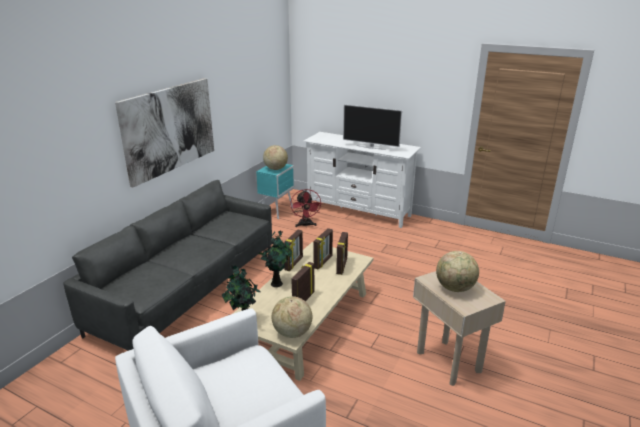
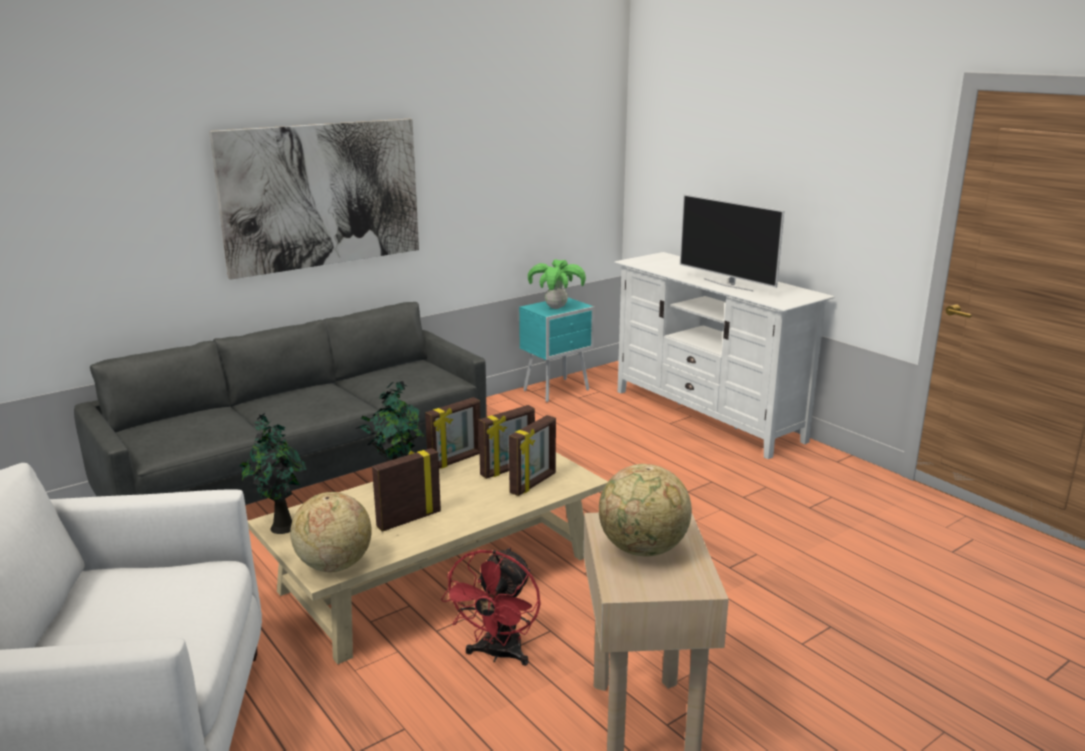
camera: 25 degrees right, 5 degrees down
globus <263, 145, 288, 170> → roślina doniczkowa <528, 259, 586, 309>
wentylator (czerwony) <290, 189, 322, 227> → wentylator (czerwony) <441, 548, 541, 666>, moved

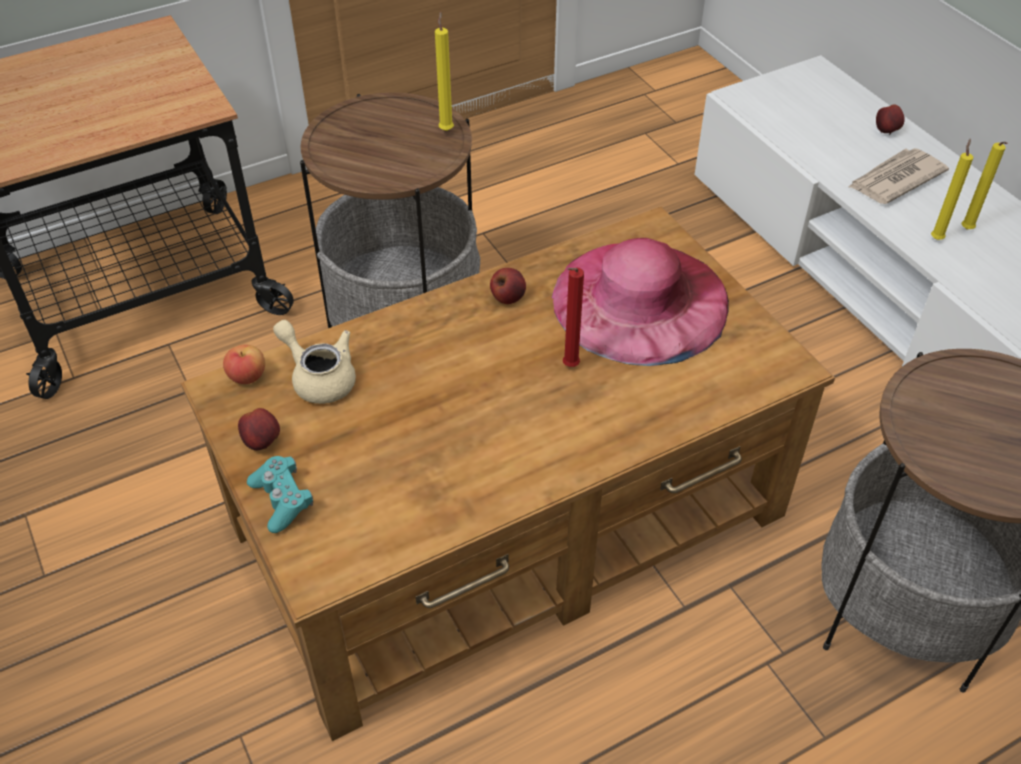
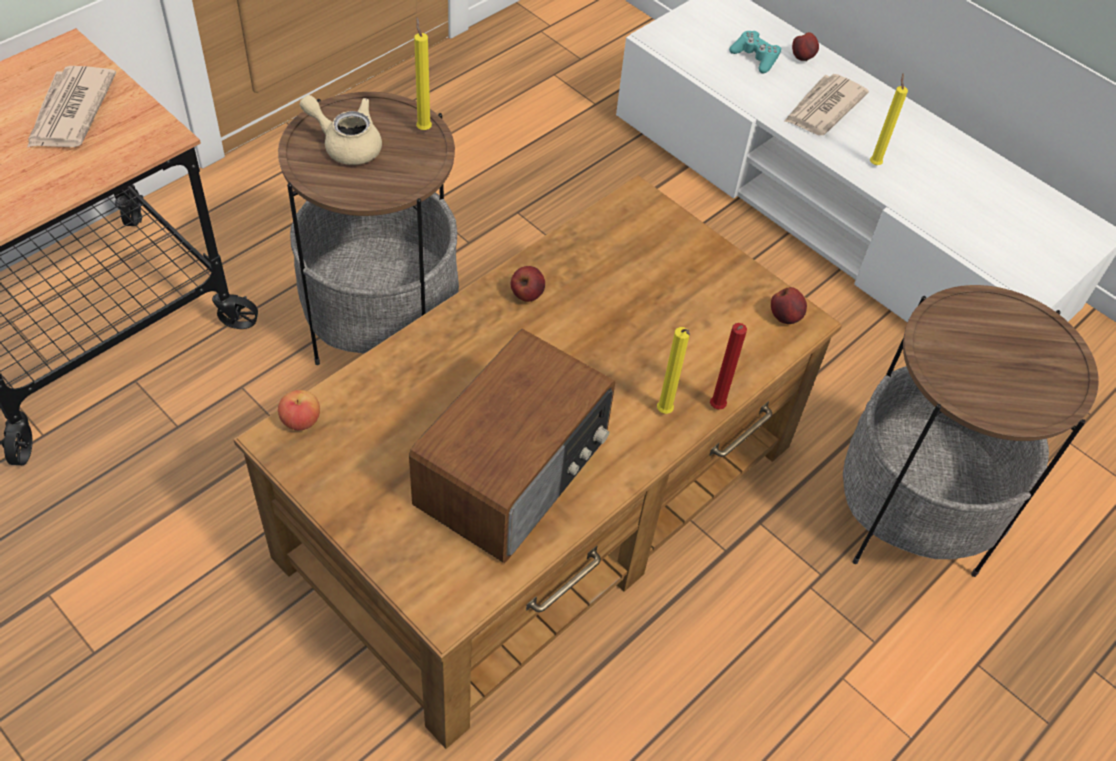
camera: 20 degrees left, 5 degrees up
jabłko <238, 408, 280, 450> → jabłko <771, 287, 807, 324>, moved
pad do gier (turkusowy) <247, 456, 313, 533> → pad do gier (turkusowy) <729, 31, 782, 73>, moved
imbryk (beżowy) <273, 320, 356, 404> → imbryk (beżowy) <300, 95, 382, 165>, moved
kapelusz (różowy) <552, 238, 729, 366> → -
świeca (czerwony) <563, 268, 584, 367> → świeca (czerwony) <710, 323, 747, 410>, moved
świeca (żółty) <962, 142, 1007, 229> → świeca (żółty) <657, 327, 690, 414>, moved
- → gazeta <27, 66, 116, 148>
- → radio <409, 329, 615, 563>

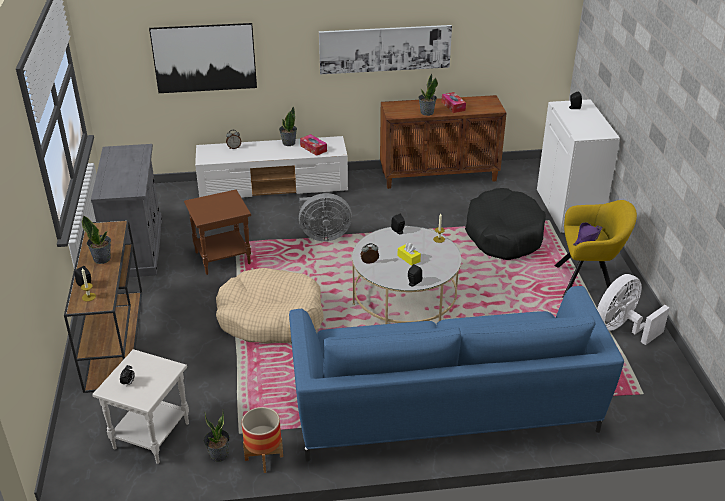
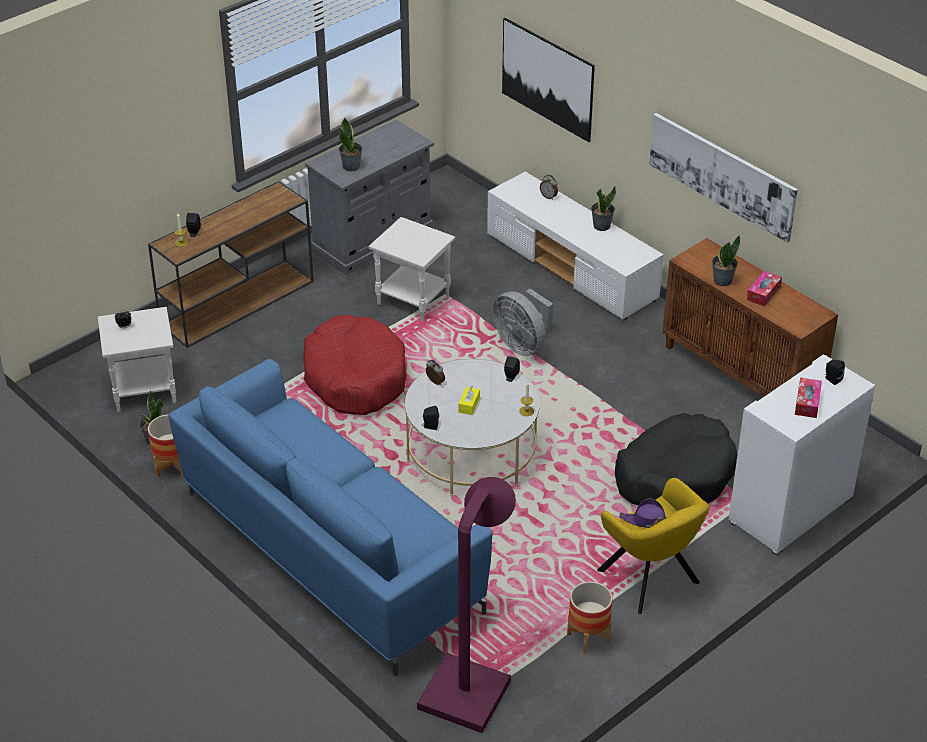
camera: 55 degrees right, 5 degrees up
roślina doniczkowa <82, 215, 111, 264> → roślina doniczkowa <339, 117, 363, 171>, moved
stolik (brązowy) <184, 190, 251, 275> → stolik (biały) <369, 217, 455, 322>
legowisko (beżowy) <216, 268, 323, 343> → legowisko (czerwony) <303, 315, 406, 415>
pudełko chusteczek <300, 134, 327, 156> → pudełko chusteczek <795, 378, 822, 418>, moved
wentylator (biały) <597, 274, 670, 345> → donica <567, 582, 613, 654>
- → lampa stojąca (fioletowy) <417, 477, 516, 733>

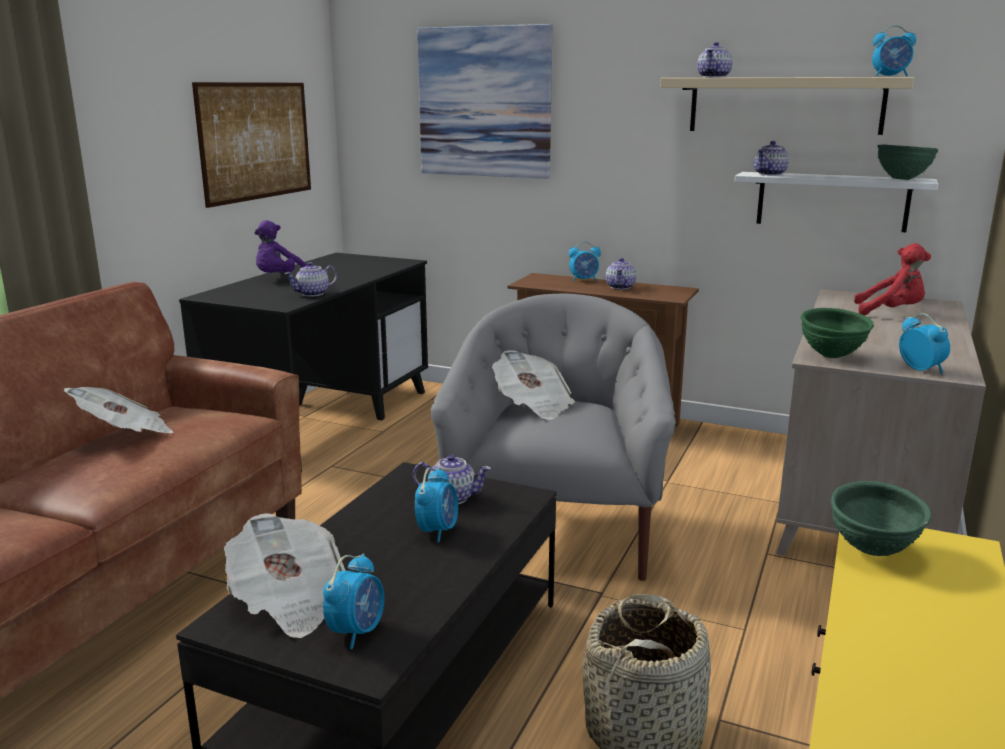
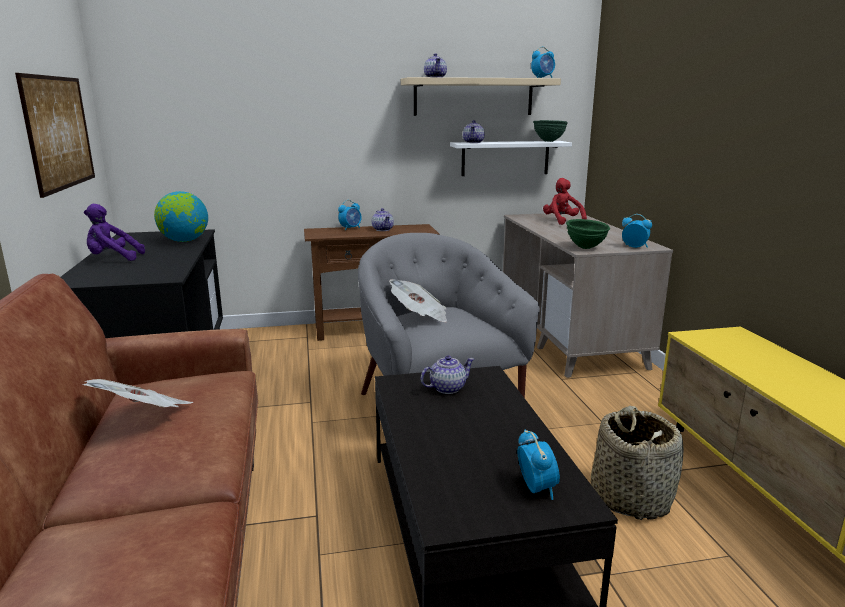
camera: 35 degrees left, 0 degrees up
gazeta <224, 513, 346, 638> → -
pluszak (fioletowy) <254, 220, 308, 273> → pluszak (fioletowy) <84, 204, 145, 261>, 90 degrees clockwise
imbryk <285, 262, 337, 297> → -
budzik <415, 468, 458, 542> → -
obraz <417, 24, 552, 179> → -
miska (zielony) <831, 481, 931, 556> → -
pluszak (czerwony) <854, 243, 931, 316> → pluszak (czerwony) <543, 178, 587, 225>, 90 degrees counterclockwise
- → globus <154, 191, 208, 242>

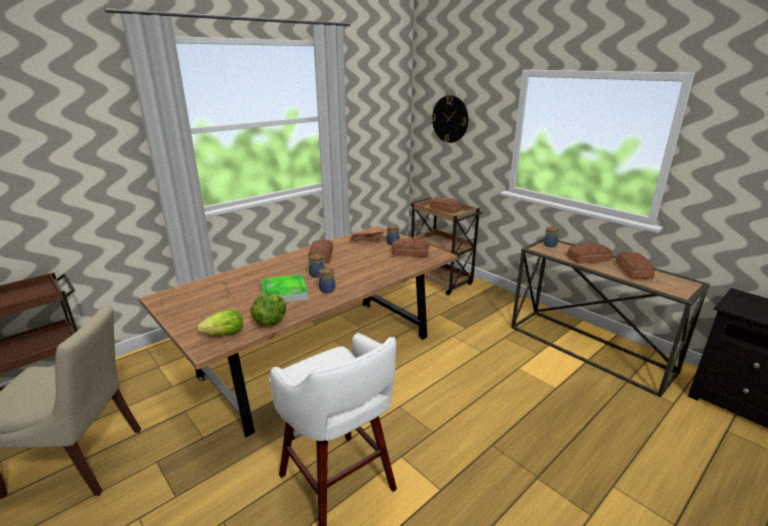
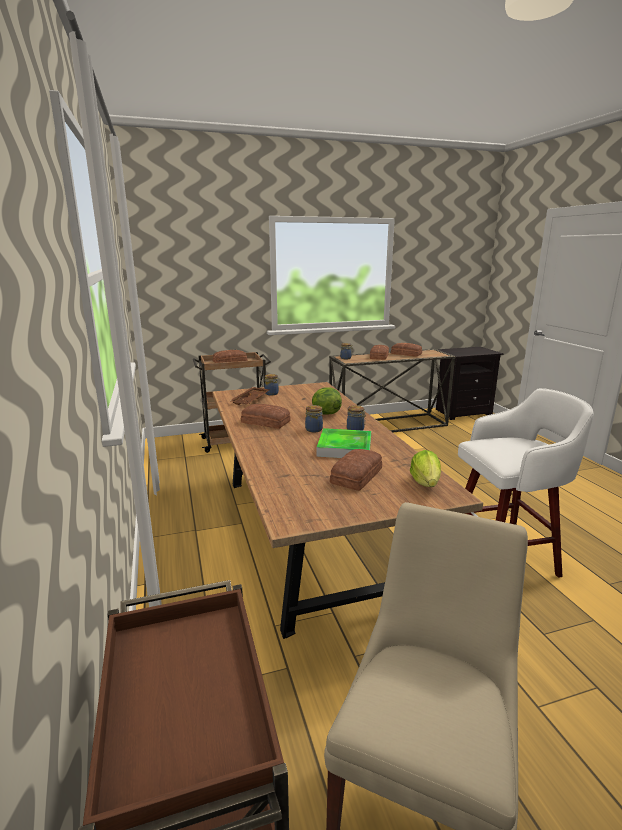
camera: 65 degrees left, 5 degrees down
sałata <251, 293, 286, 326> → sałata <312, 387, 342, 415>, moved
chleb <392, 238, 429, 257> → chleb <330, 449, 382, 491>, moved
zegar ścienny <431, 95, 468, 143> → -

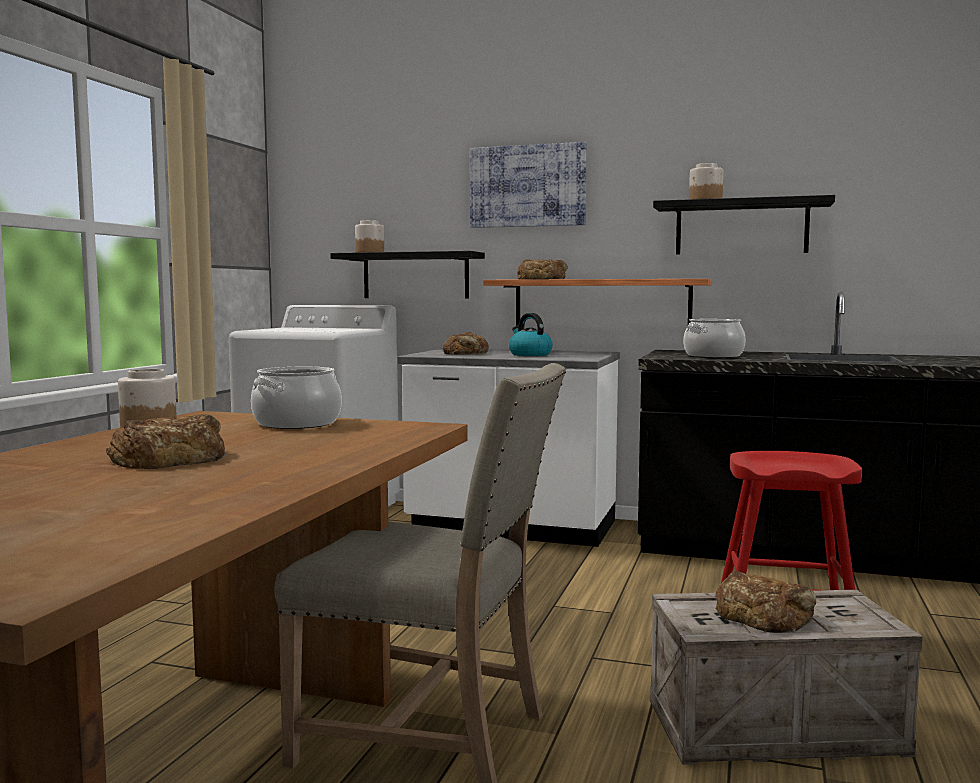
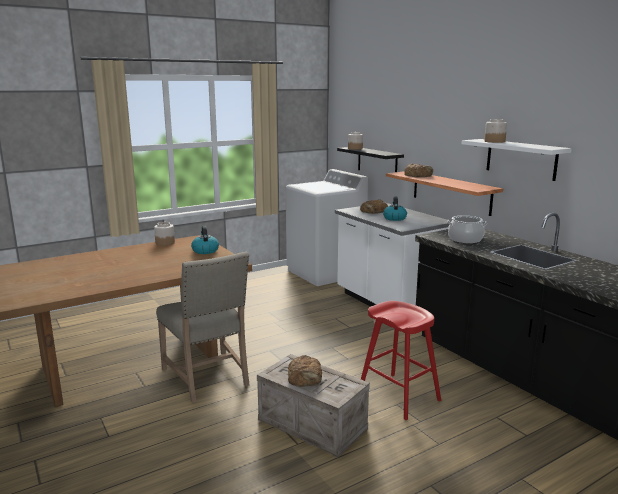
camera: 40 degrees right, 10 degrees up
chleb <106, 414, 225, 469> → -
garnek <251, 367, 342, 429> → czajnik <191, 226, 219, 254>
obraz <470, 142, 587, 228> → -
półka (czarny) <653, 195, 835, 254> → półka (biały) <461, 139, 572, 181>

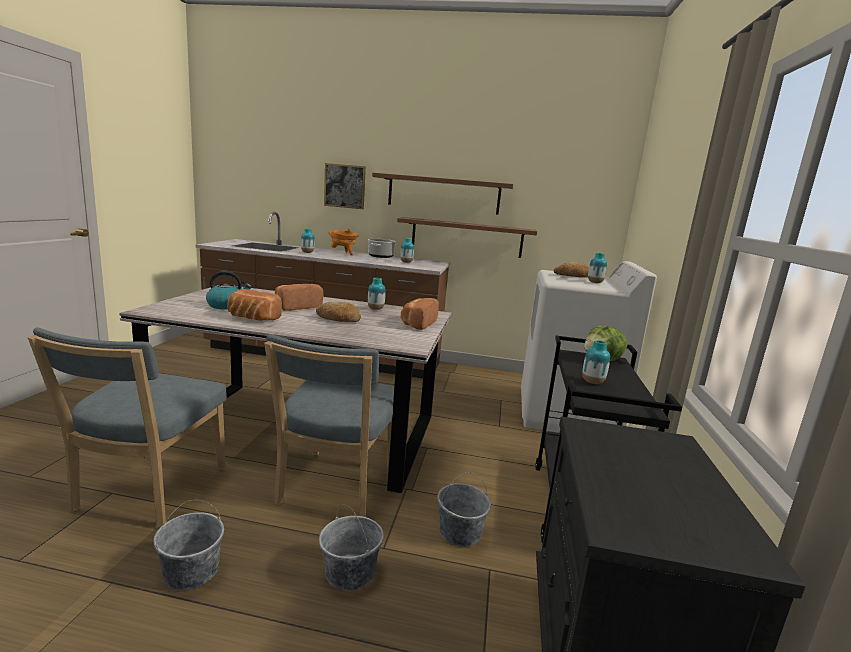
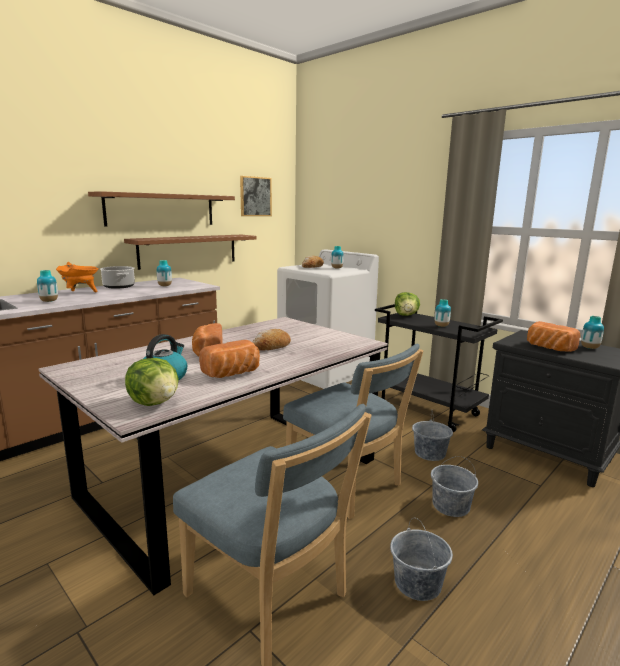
camera: 55 degrees left, 0 degrees up
obraz <324, 163, 366, 209> → obraz <240, 176, 272, 216>, moved
wazon <368, 278, 386, 310> → wazon <581, 316, 604, 349>, moved
chleb <401, 298, 439, 330> → chleb <527, 321, 581, 352>, moved
- → sałata <125, 358, 179, 406>

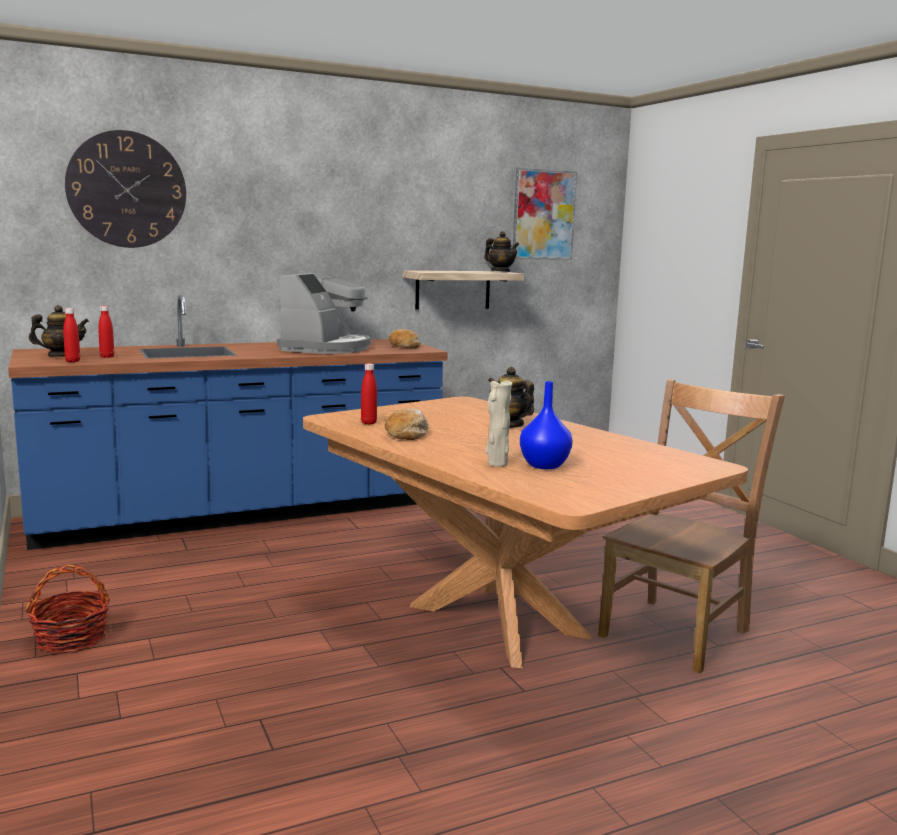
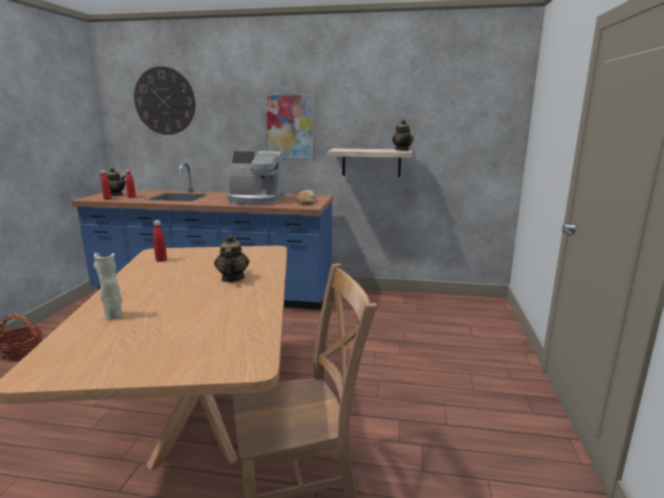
camera: 35 degrees right, 5 degrees up
ekspres do kawy <277, 273, 371, 354> → ekspres do kawy <227, 151, 285, 205>, 45 degrees clockwise
chleb <385, 408, 429, 440> → -
obraz <513, 168, 577, 260> → obraz <264, 93, 315, 160>, moved
wazon (niebieski) <520, 381, 573, 469> → -

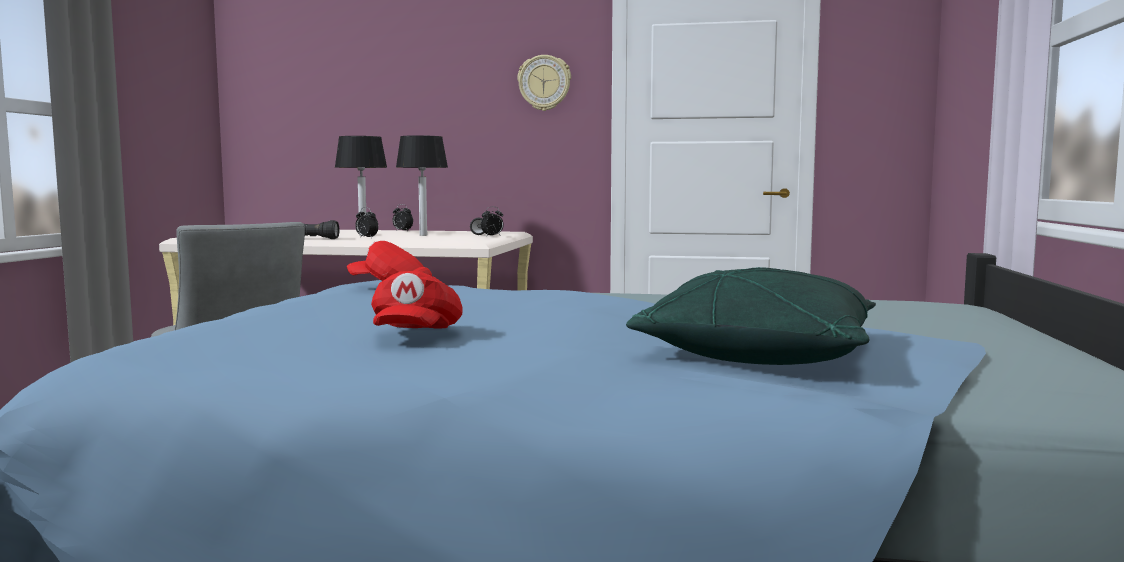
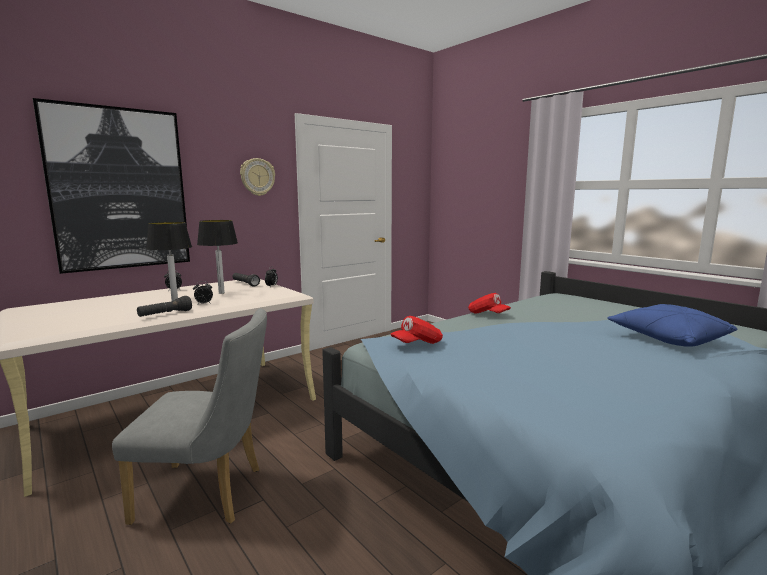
camera: 50 degrees left, 5 degrees up
czapka z daszkiem (czerwony) <371, 271, 462, 329> → czapka z daszkiem (czerwony) <468, 293, 511, 314>, moved
poduszka (zielony) <626, 267, 876, 365> → poduszka (niebieski) <607, 304, 737, 347>
- → obraz <33, 98, 190, 274>

